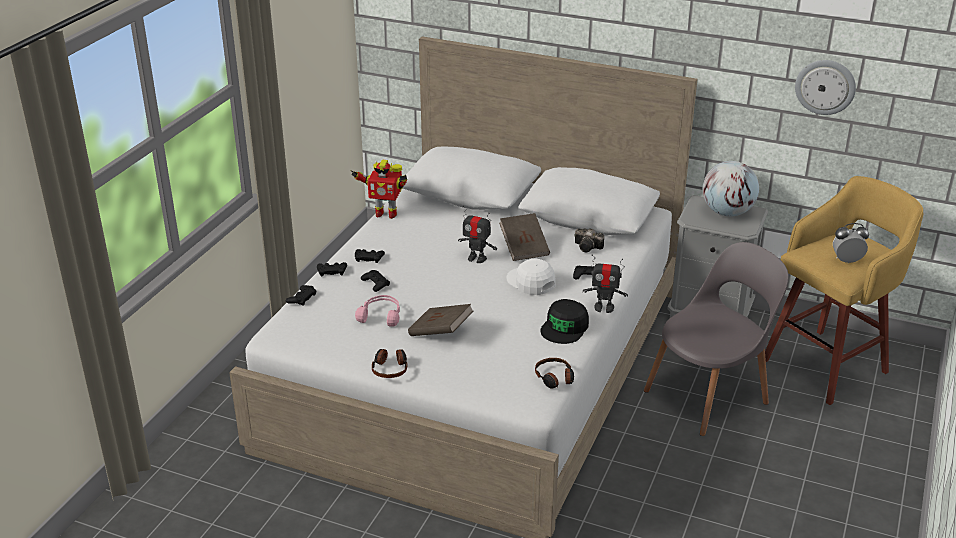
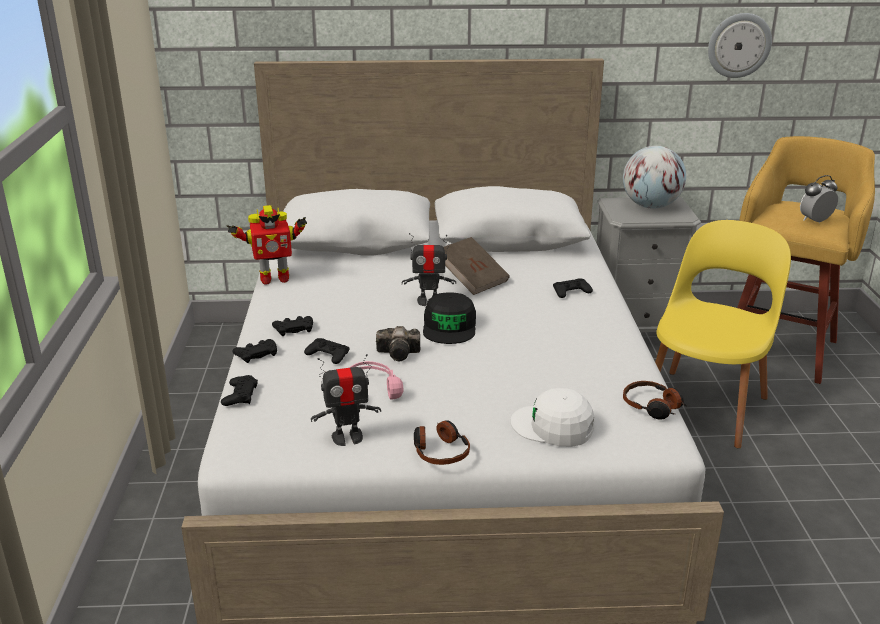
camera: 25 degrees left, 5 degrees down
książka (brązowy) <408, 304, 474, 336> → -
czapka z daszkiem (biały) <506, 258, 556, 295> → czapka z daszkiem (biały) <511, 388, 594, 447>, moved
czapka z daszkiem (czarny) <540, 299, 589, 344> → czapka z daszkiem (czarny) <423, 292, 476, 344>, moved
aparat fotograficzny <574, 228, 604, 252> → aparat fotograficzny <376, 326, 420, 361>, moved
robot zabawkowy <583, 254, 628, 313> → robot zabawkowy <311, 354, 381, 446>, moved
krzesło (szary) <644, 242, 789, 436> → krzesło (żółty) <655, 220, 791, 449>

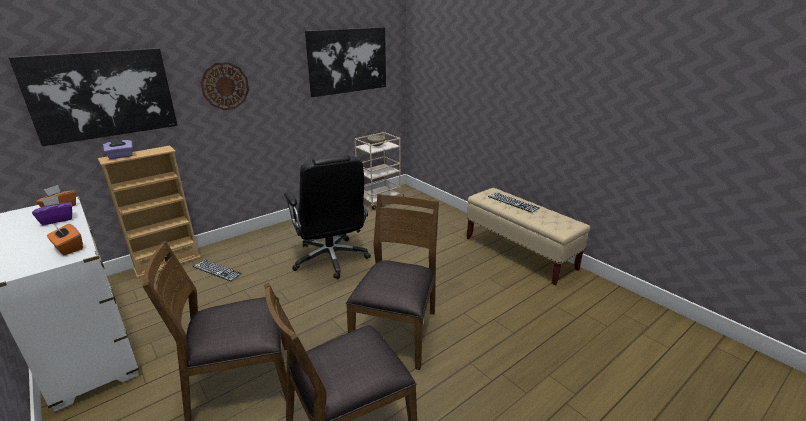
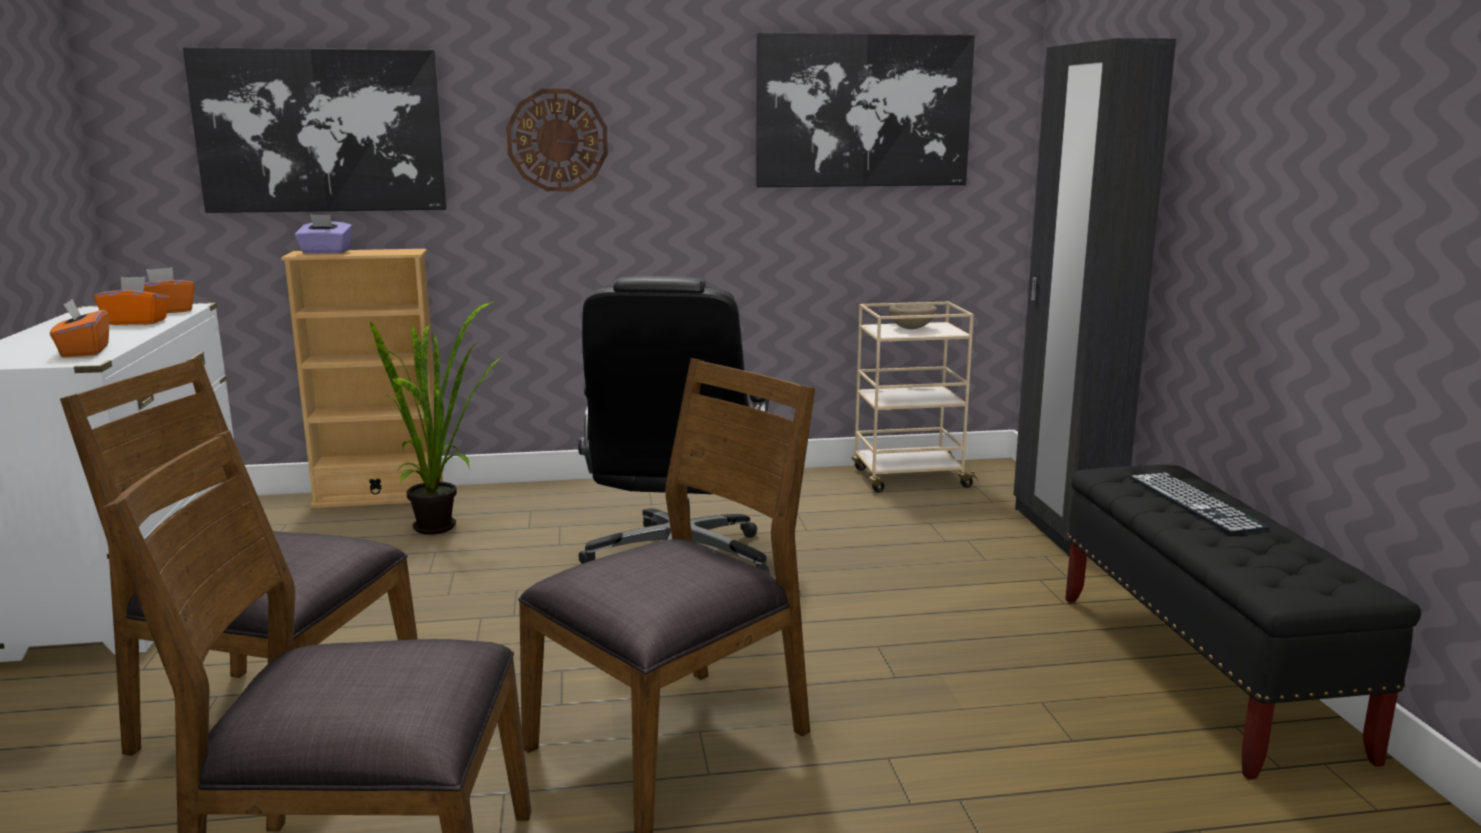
camera: 30 degrees right, 10 degrees down
pudełko chusteczek (fioletowy) <32, 196, 72, 225> → pudełko chusteczek (pomarańczowy) <94, 277, 170, 325>
klawiatura <193, 260, 242, 281> → roślina doniczkowa <370, 301, 503, 535>
ławka (beżowy) <467, 188, 591, 285> → ławka (czarny) <1065, 465, 1421, 780>
- → szafa (czarny) <1013, 38, 1176, 557>

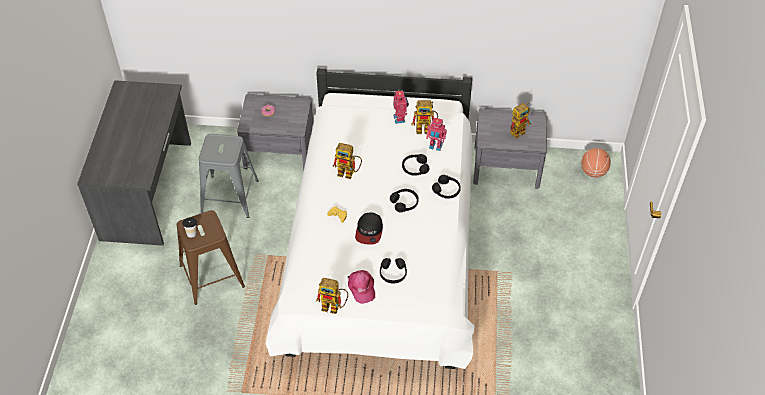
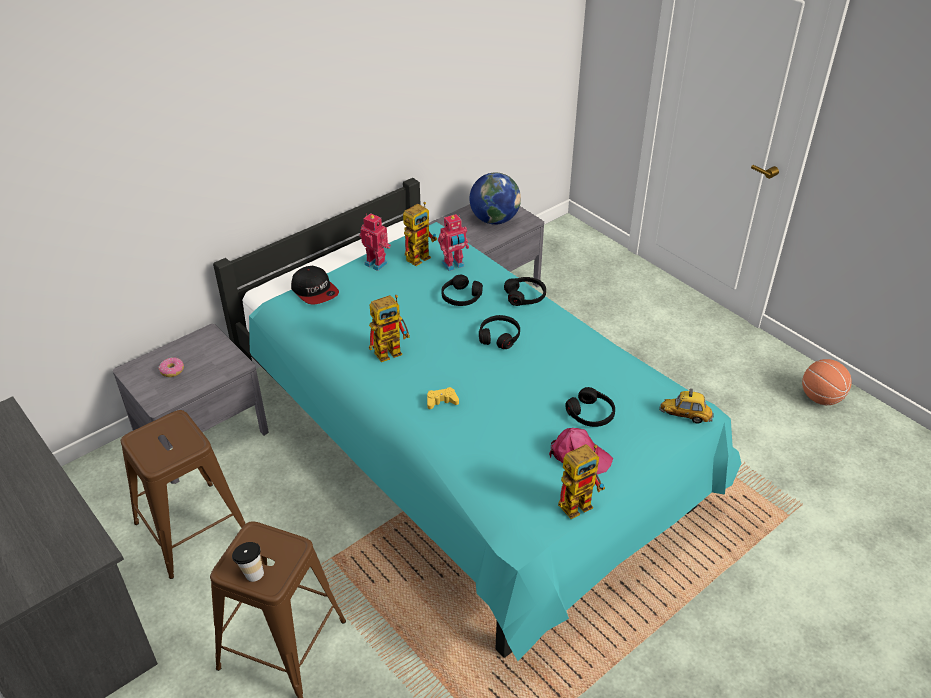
camera: 45 degrees left, 10 degrees down
stołek (szary) <199, 134, 259, 218> → stołek (brązowy) <121, 410, 246, 579>
łóżko (biały) <266, 68, 475, 369> → łóżko (turkusowy) <213, 178, 741, 661>
czapka z daszkiem <355, 212, 383, 245> → czapka z daszkiem <291, 266, 339, 305>, moved
robot zabawkowy <510, 103, 532, 139> → globus <470, 172, 521, 225>
piłka do koszykówki <581, 148, 611, 177> → piłka do koszykówki <802, 359, 852, 405>, moved
- → samochodzik <659, 388, 714, 424>

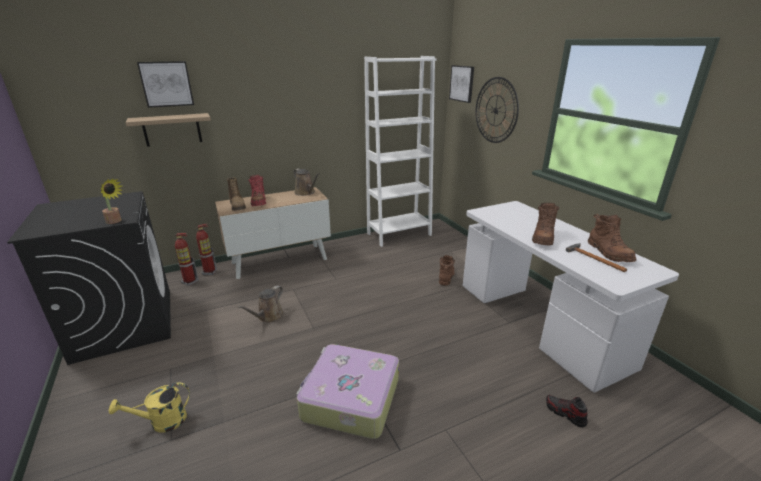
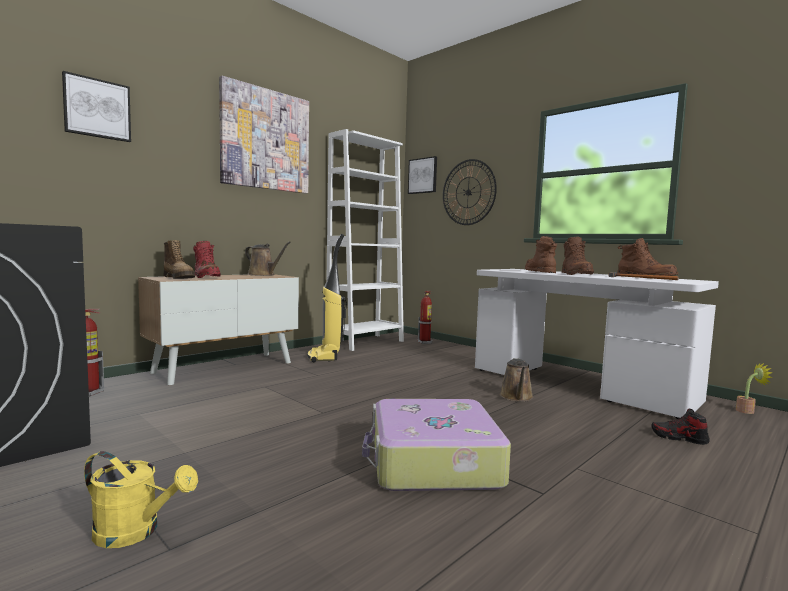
camera: 20 degrees left, 20 degrees down
roślina doniczkowa <101, 178, 122, 224> → roślina doniczkowa <736, 362, 773, 414>, moved
konewka (żółty) <109, 382, 190, 433> → konewka (żółty) <84, 451, 198, 548>, 120 degrees counterclockwise
półka <125, 113, 211, 147> → -
gaśnica <196, 224, 217, 275> → gaśnica <417, 291, 432, 344>, moved
konewka (brązowy) <238, 286, 284, 323> → konewka (brązowy) <500, 358, 534, 402>, moved
but z cholewką (brązowy) <439, 255, 455, 286> → but z cholewką (brązowy) <525, 236, 557, 274>, moved
- → obraz <219, 76, 309, 194>
- → odkurzacz <307, 234, 347, 362>

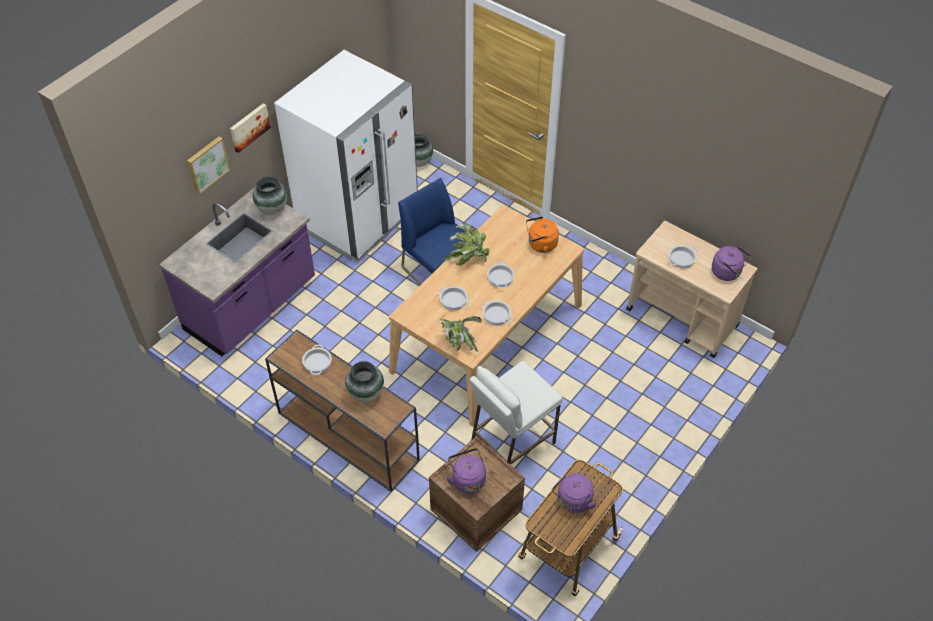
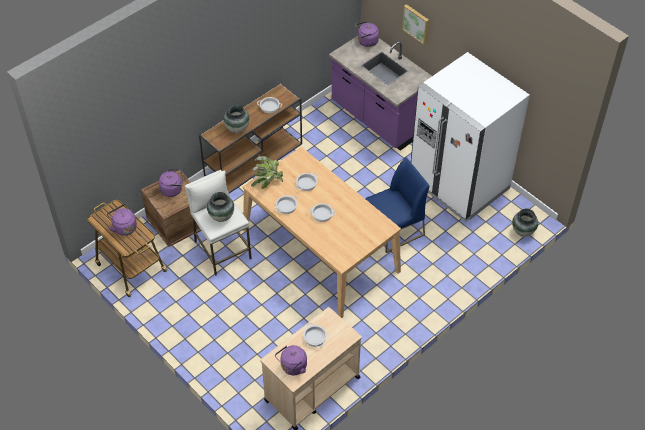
camera: 100 degrees right, 0 degrees up
obraz <230, 103, 271, 153> → -
wazon <253, 176, 287, 215> → wazon <207, 192, 234, 222>, moved
roślina doniczkowa <444, 224, 490, 266> → -
czajnik (pomarańczowy) <526, 216, 559, 253> → -
- → czajnik (fioletowy) <355, 21, 379, 47>

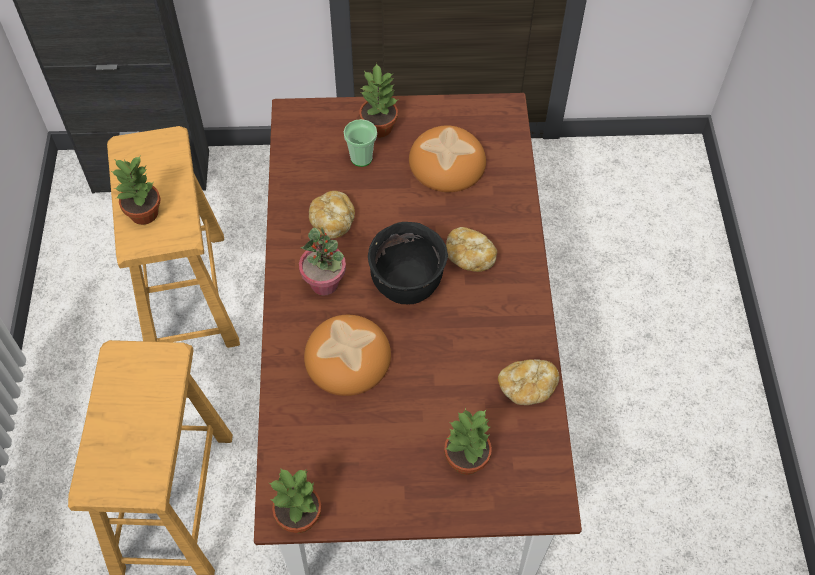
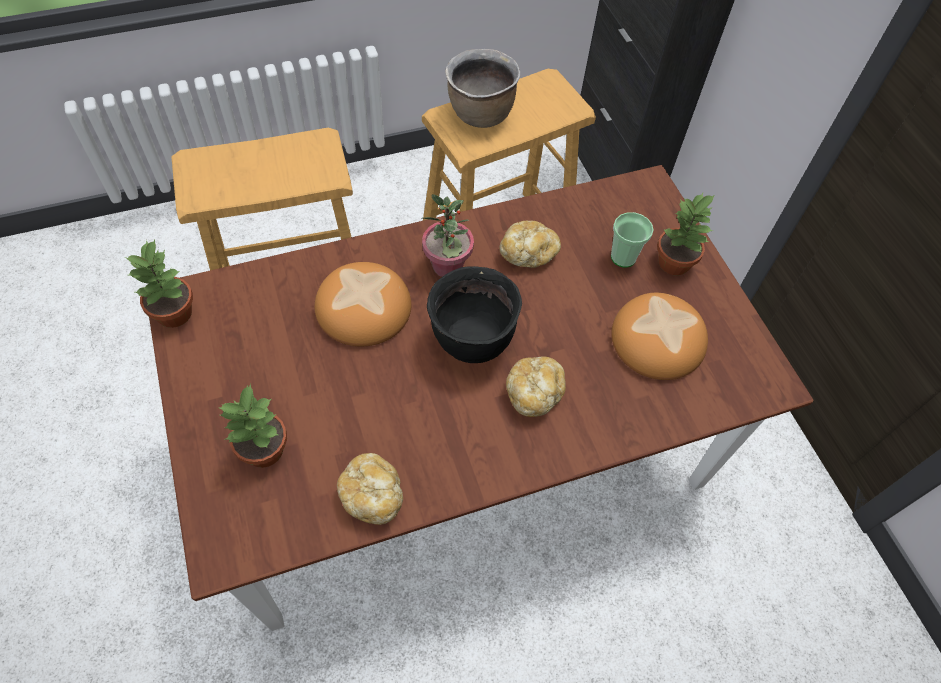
camera: 70 degrees right, 0 degrees up
roślina doniczkowa <111, 156, 160, 225> → garnek (brązowy) <445, 49, 520, 128>

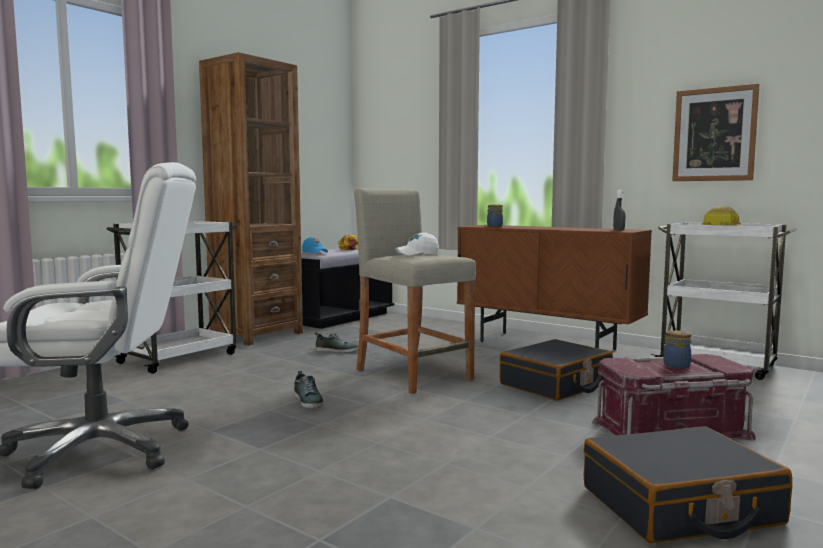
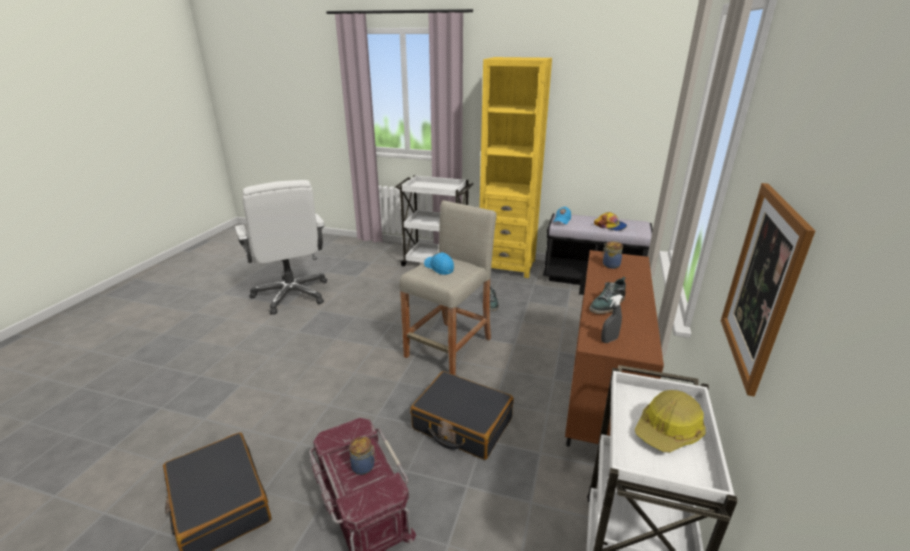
camera: 70 degrees right, 20 degrees up
regał (brązowy) <199, 52, 303, 346> → regał (żółty) <480, 57, 552, 278>
but <294, 371, 323, 409> → but <589, 276, 626, 314>, moved
czapka z daszkiem (biały) <395, 232, 439, 256> → czapka z daszkiem (niebieski) <424, 252, 454, 275>

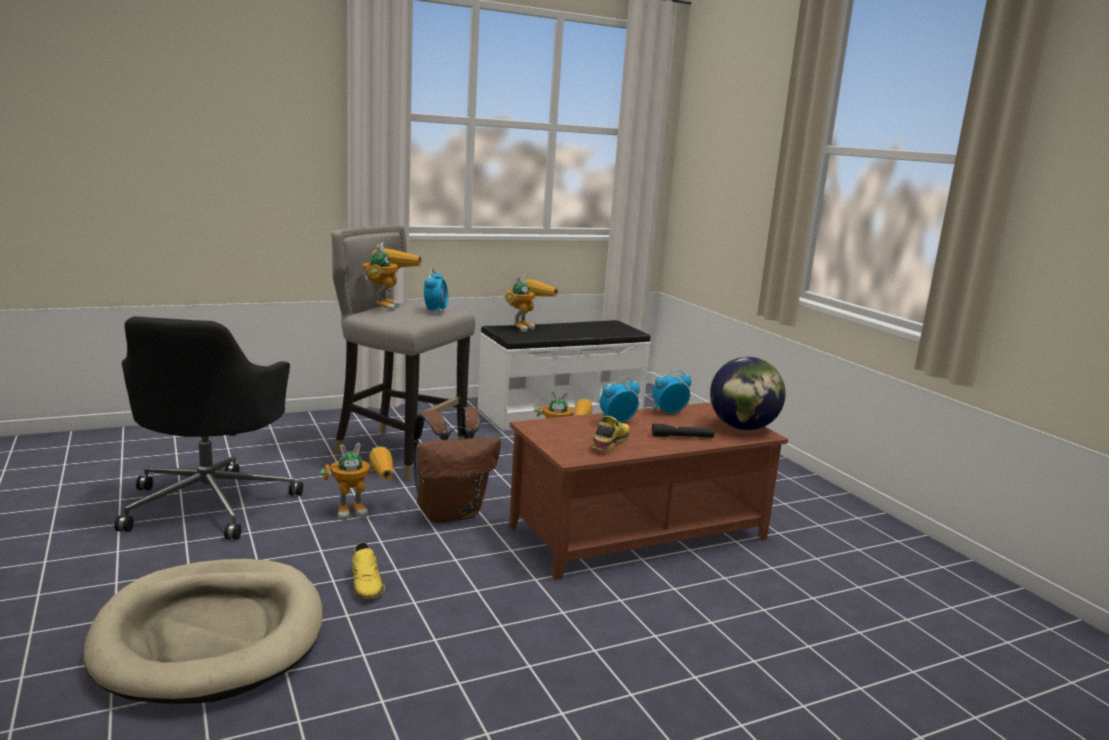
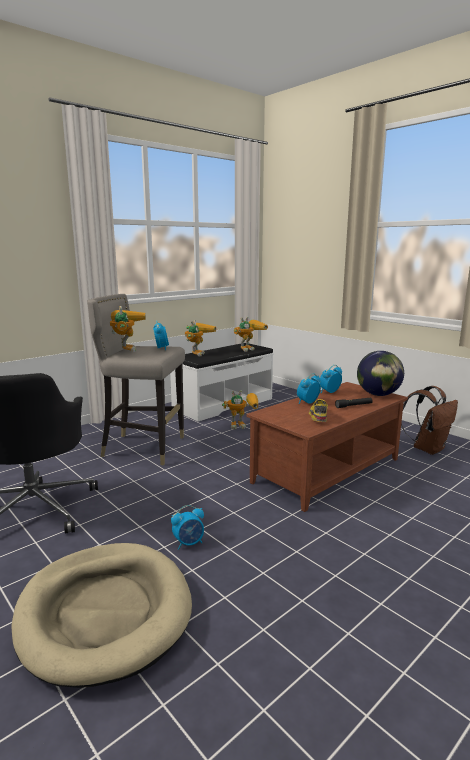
camera: 15 degrees left, 0 degrees up
robot zabawkowy <320, 443, 393, 520> → robot zabawkowy <234, 317, 268, 352>, moved
but (żółty) <352, 542, 385, 599> → budzik <171, 505, 204, 550>
plecak (brązowy) <413, 407, 501, 523> → plecak (brązowy) <401, 386, 458, 455>, moved

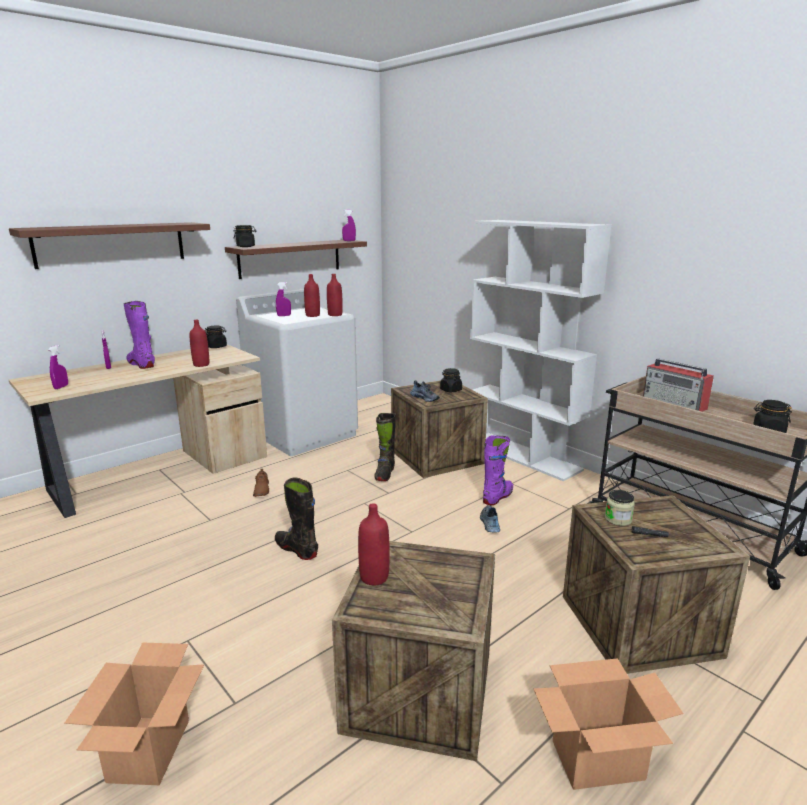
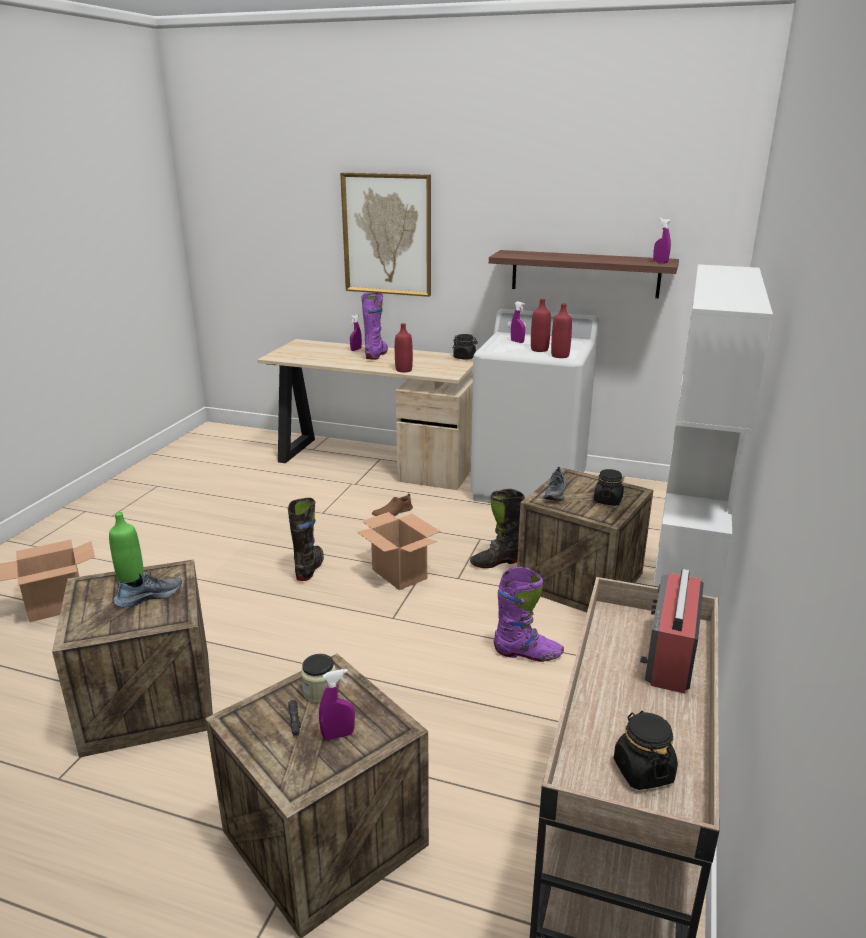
camera: 60 degrees right, 5 degrees up
półka <9, 222, 210, 269> → obraz <340, 173, 431, 297>
spryskiwacz (fioletowy) <48, 345, 68, 389> → spryskiwacz (fioletowy) <319, 669, 355, 740>, moved
słoik (czarny) <233, 225, 257, 247> → -
butelka (czerwony) <358, 503, 390, 585> → butelka (zielony) <109, 512, 144, 583>
but <480, 505, 500, 532> → but <113, 572, 182, 607>, moved
karton <533, 658, 683, 790> → karton <357, 512, 441, 590>, moved

